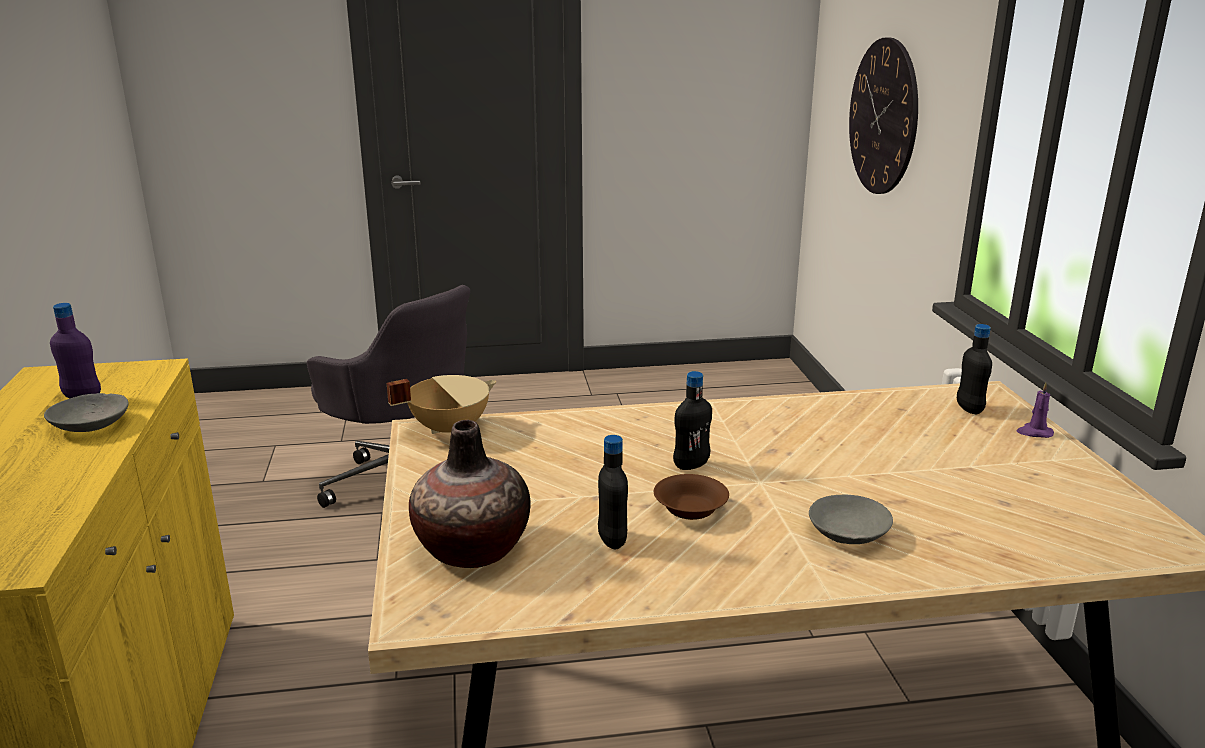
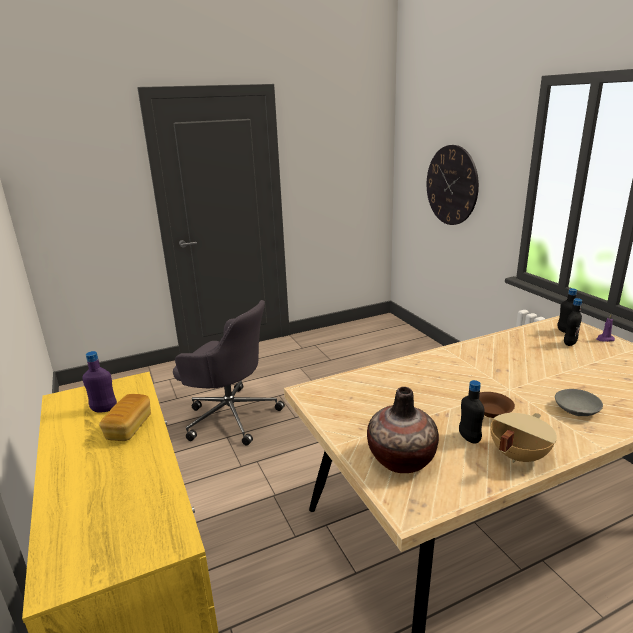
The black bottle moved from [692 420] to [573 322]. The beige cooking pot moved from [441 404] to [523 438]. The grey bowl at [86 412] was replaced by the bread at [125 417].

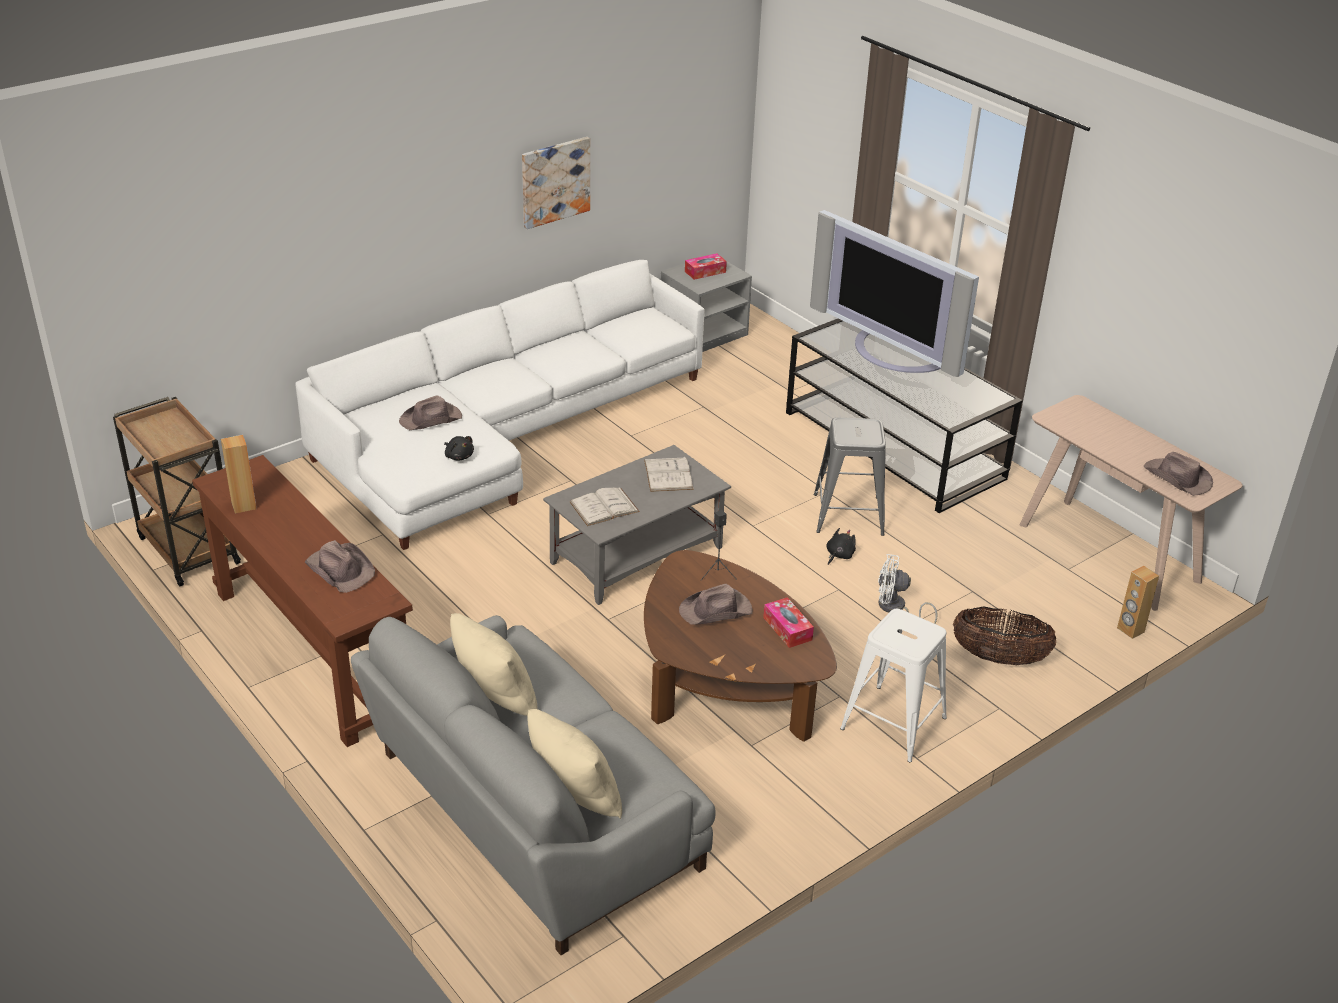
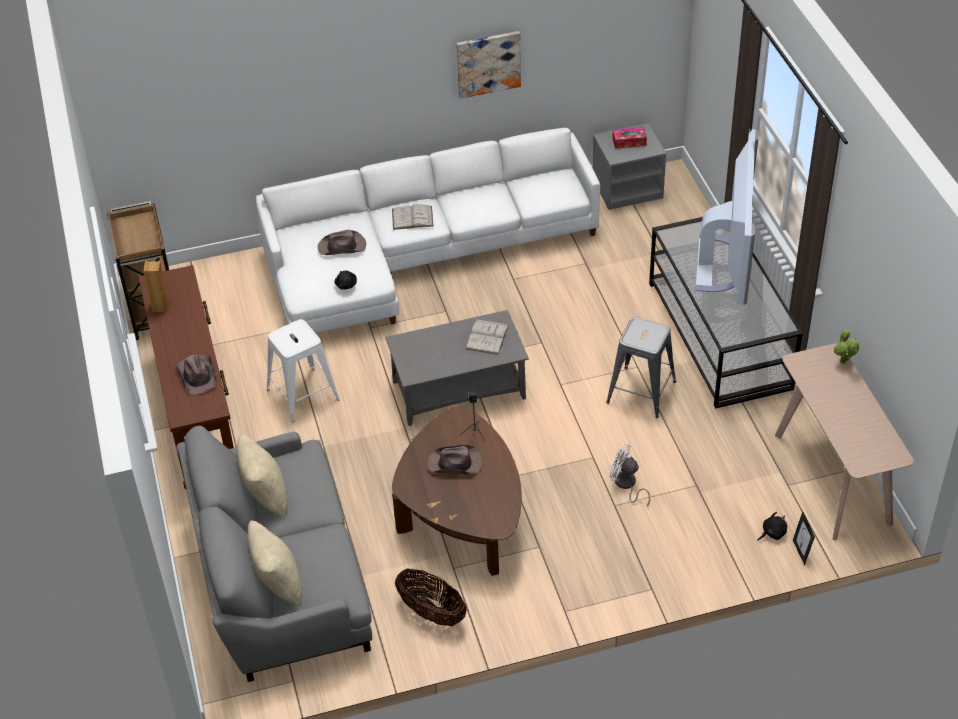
The television at [894 293] turned 150 degrees counterclockwise. The brown hat at [1178 474] disappeared. The white book moved from [605 507] to [412 217]. The black plush toy moved from [841 546] to [772 526]. The brown speaker at [1138 602] was replaced by the picture frame at [804 538]. The tissue box at [788 622] disappeared. The basket moved from [1004 636] to [431 597]. The white stool moved from [893 685] to [303 371]. The potted plant at [846 346] appeared.

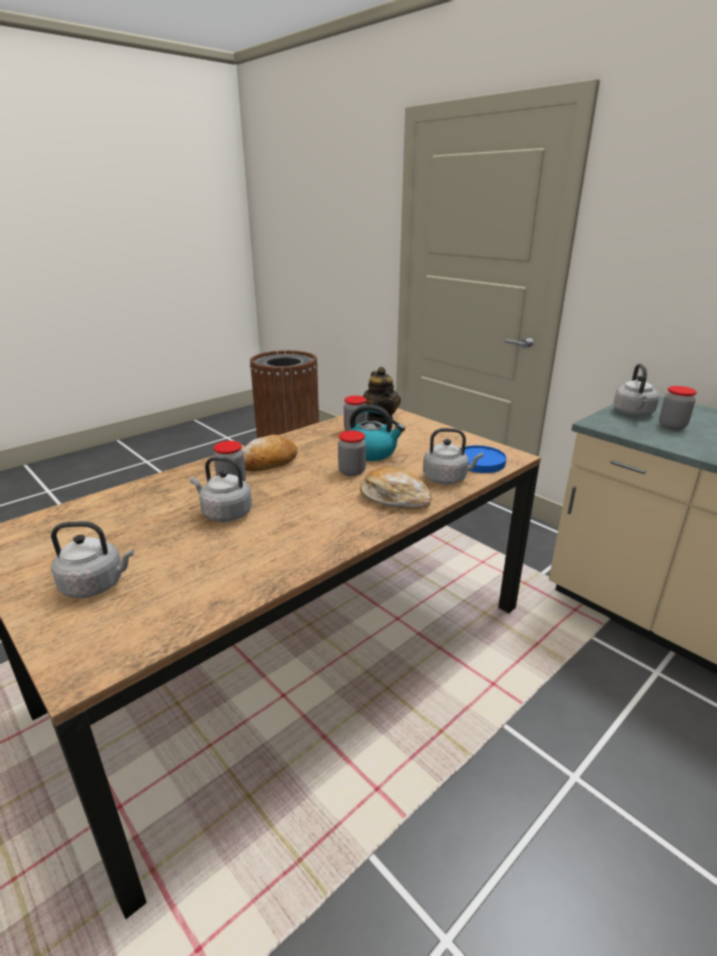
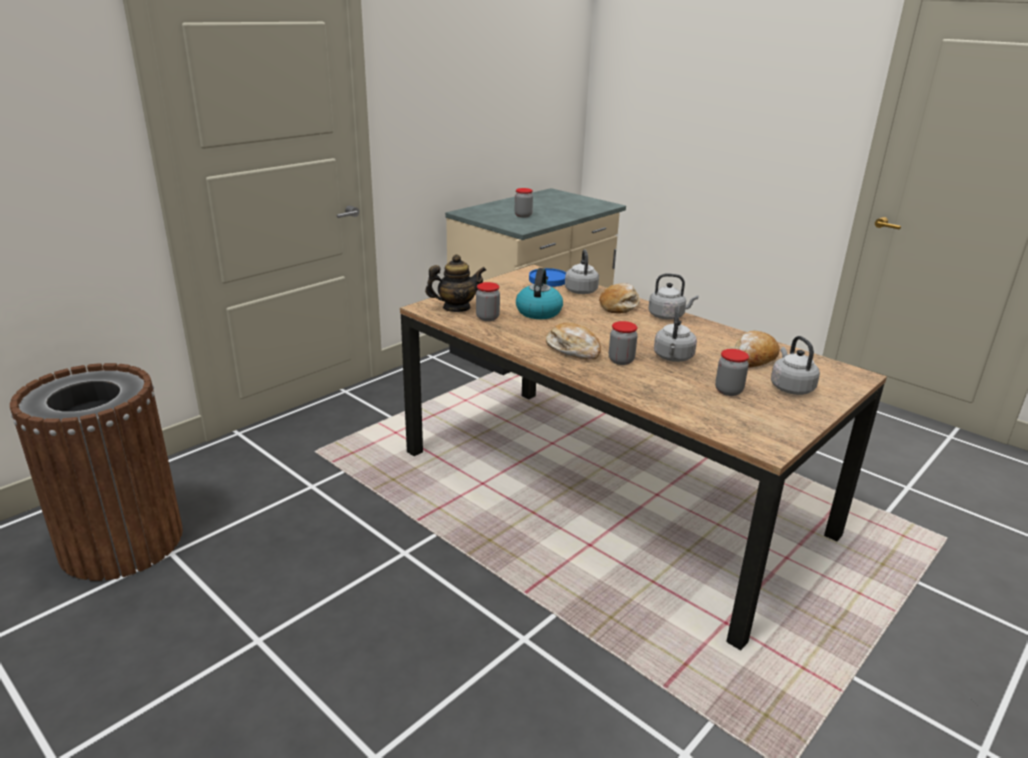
The grey kettle moved from [636 390] to [673 297]. The jar moved from [352 453] to [732 372]. The bread at [755 349] appeared.

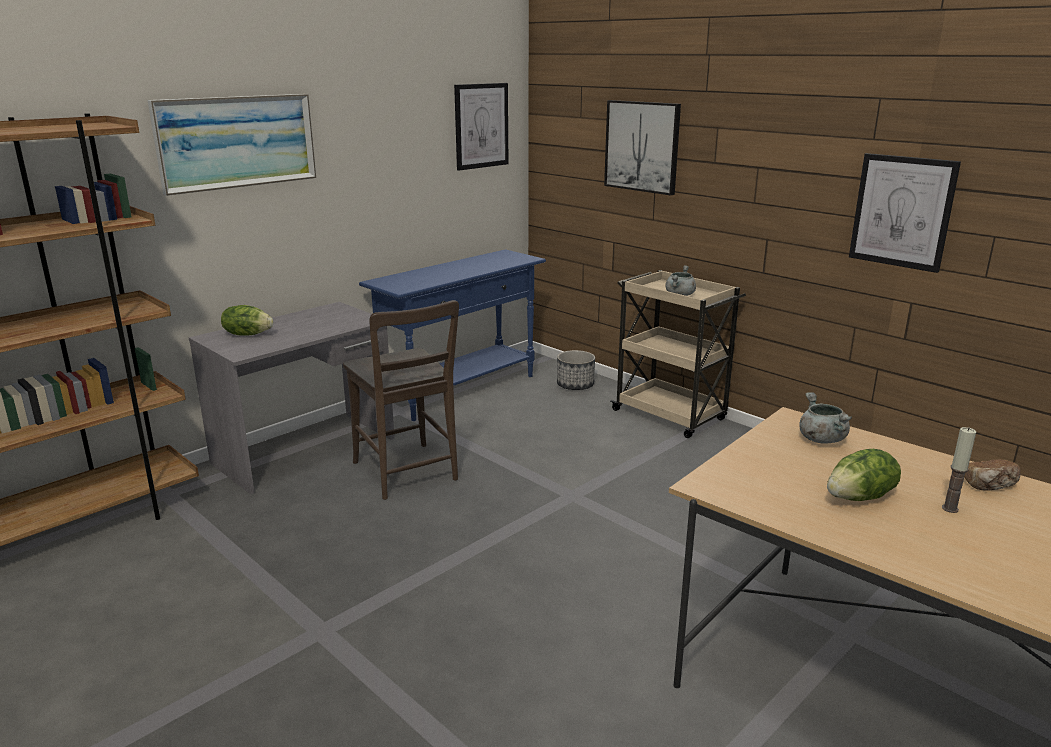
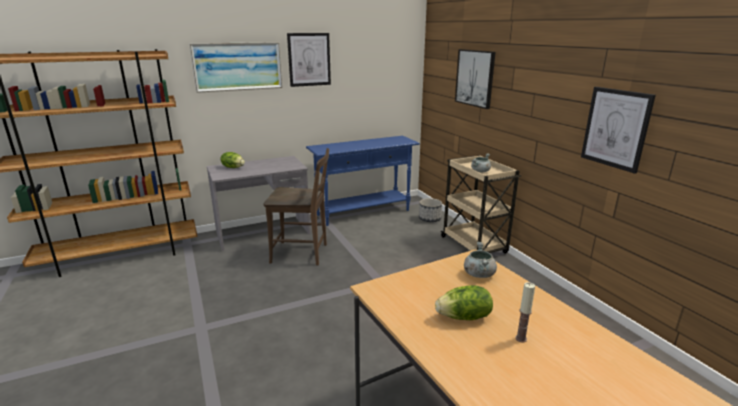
The picture moved from [481 127] to [309 60]. The brown chair at [401 400] turned 75 degrees counterclockwise. The bread at [992 475] disappeared.

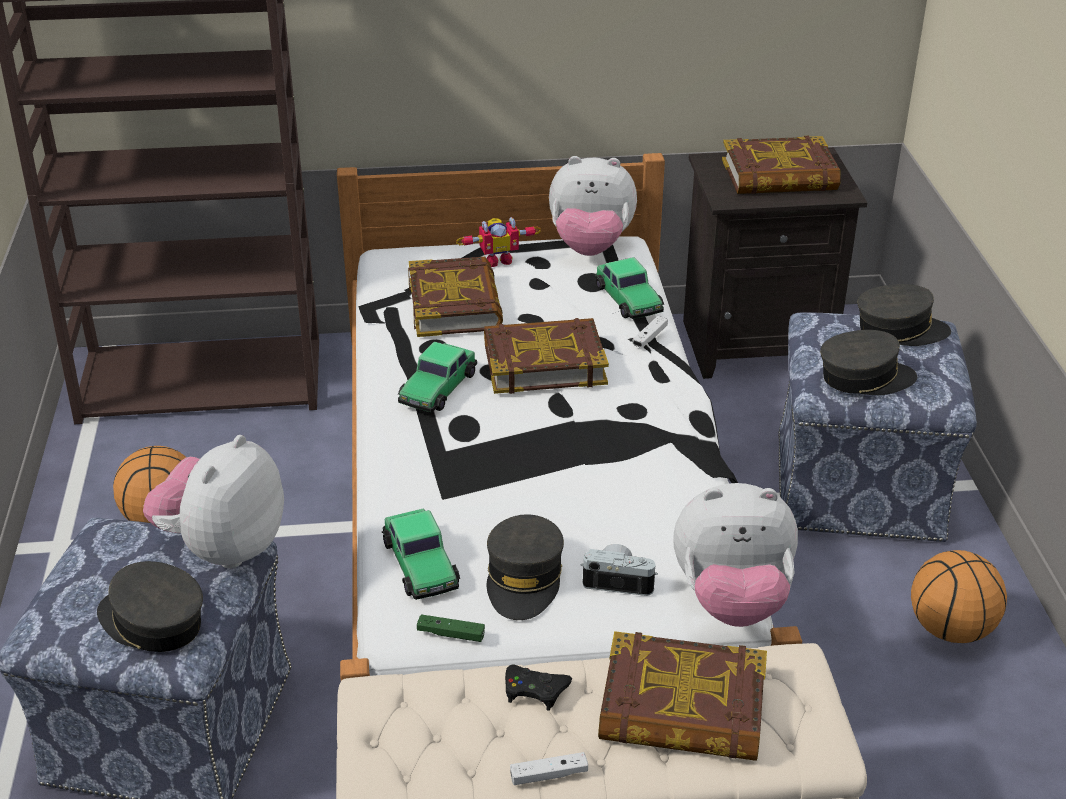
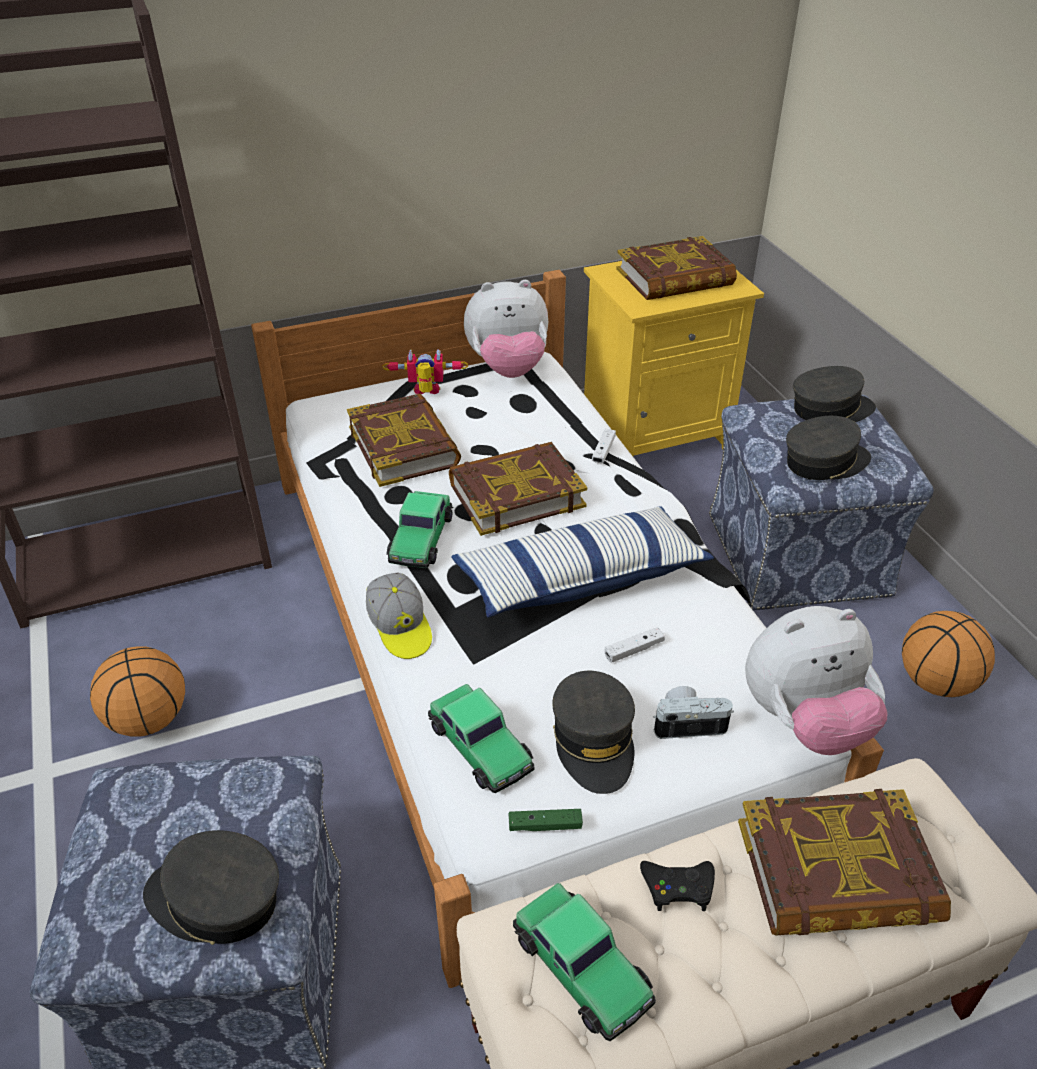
The black nightstand at [775 263] became the yellow nightstand at [674 358]. The toy robot at [498 242] turned 150 degrees counterclockwise. The toy car moved from [629 288] to [584 962]. The plush toy at [213 501] disappeared. The white game controller moved from [549 768] to [635 645]. The pillow at [582 562] appeared. The cap at [399 616] appeared.

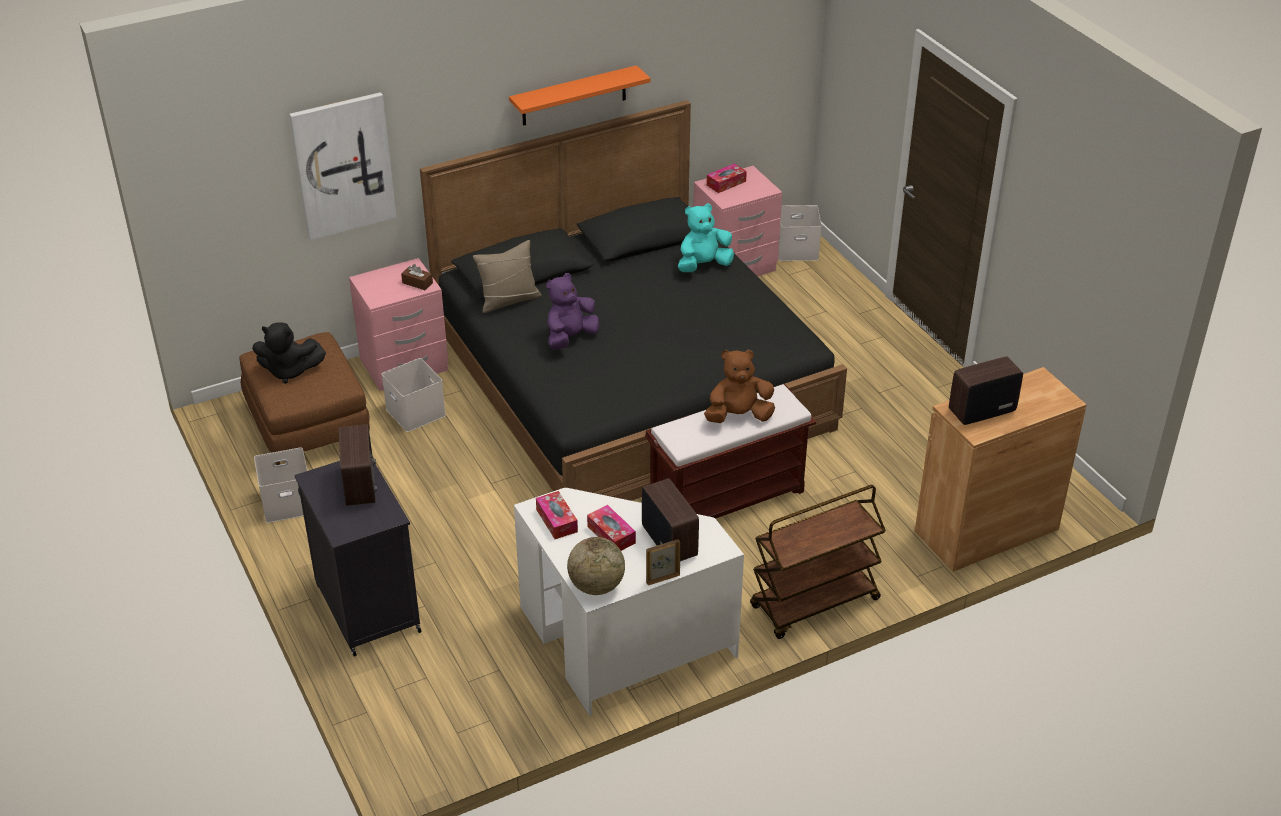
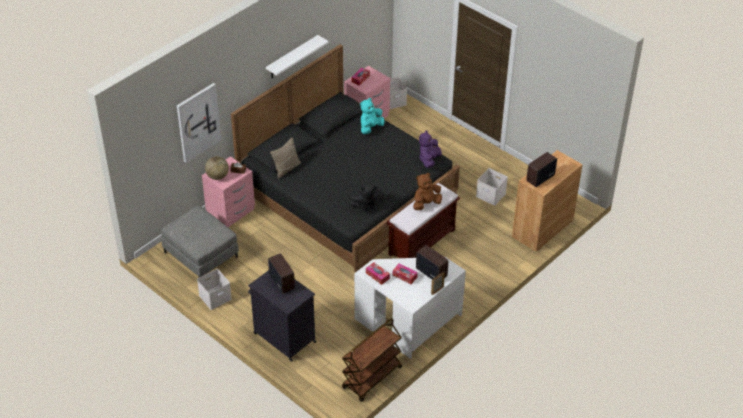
The orange shelf at [579 95] became the white shelf at [297 57]. The purple plush toy moved from [573 311] to [430 149]. The black plush toy moved from [289 353] to [367 198]. The brown ottoman at [304 398] became the grey ottoman at [200 241]. The white storage box moved from [414 395] to [492 187]. The brown cart moved from [818 562] to [372 360]. The globe moved from [596 566] to [217 168].

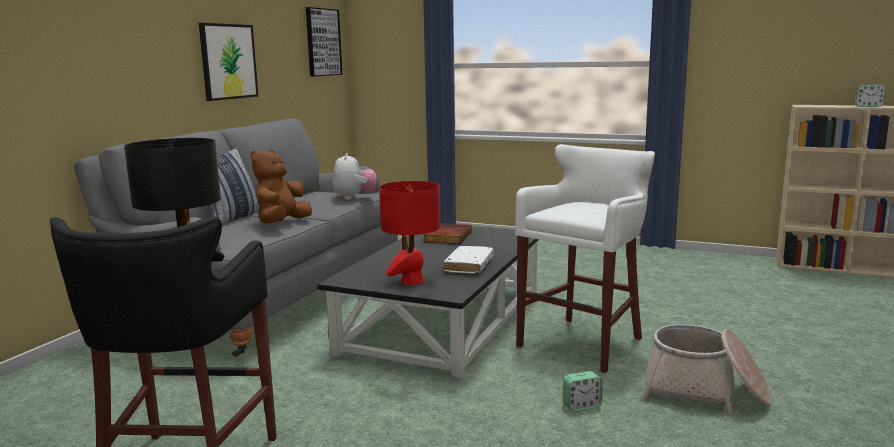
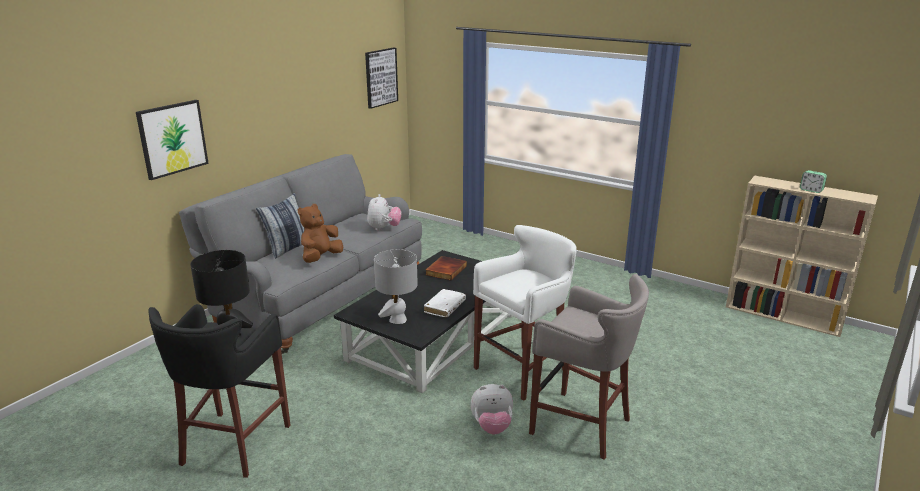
The picture moved from [228 62] to [172 140]. The red table lamp at [409 233] became the grey table lamp at [396 286]. The basket at [706 369] was replaced by the grey stool at [589 367]. The alarm clock at [583 391] was replaced by the plush toy at [491 409].

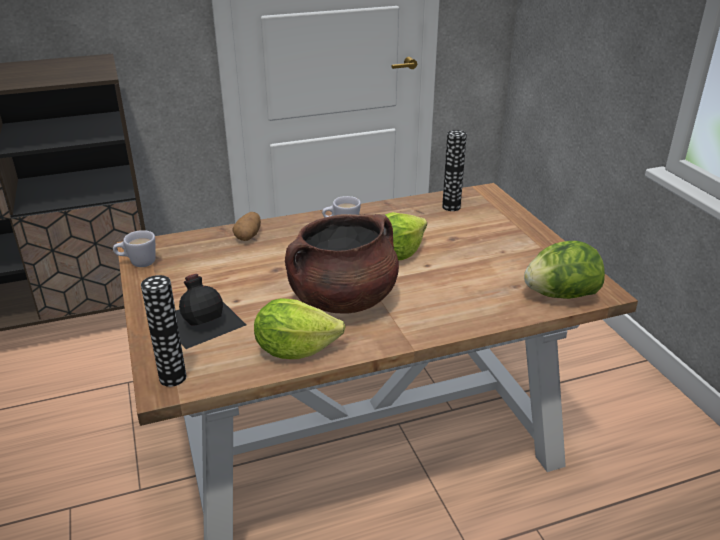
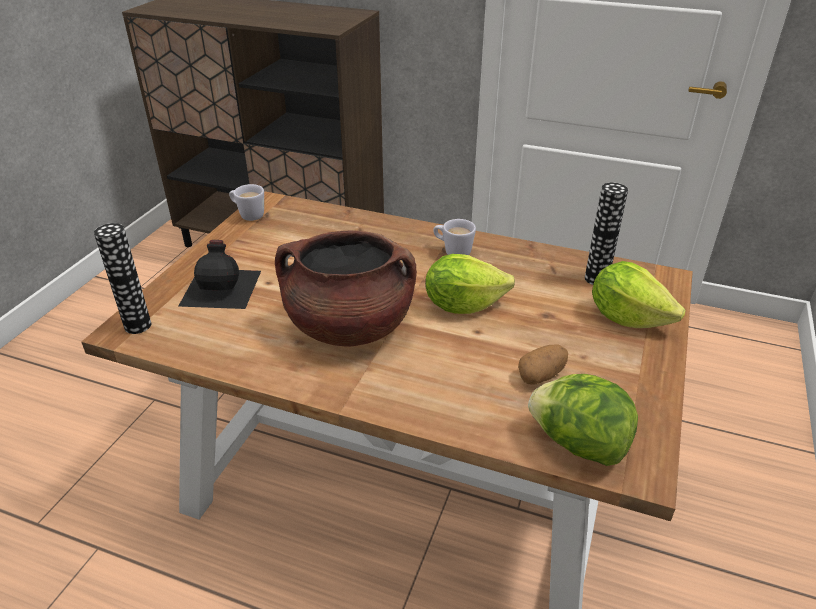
The potato moved from [246 226] to [543 364]. The lettuce moved from [299 328] to [638 294].

